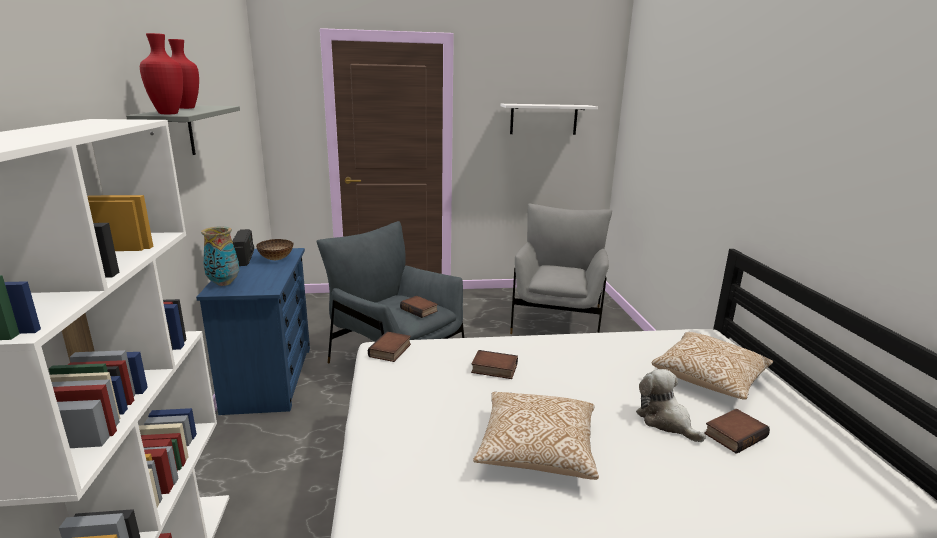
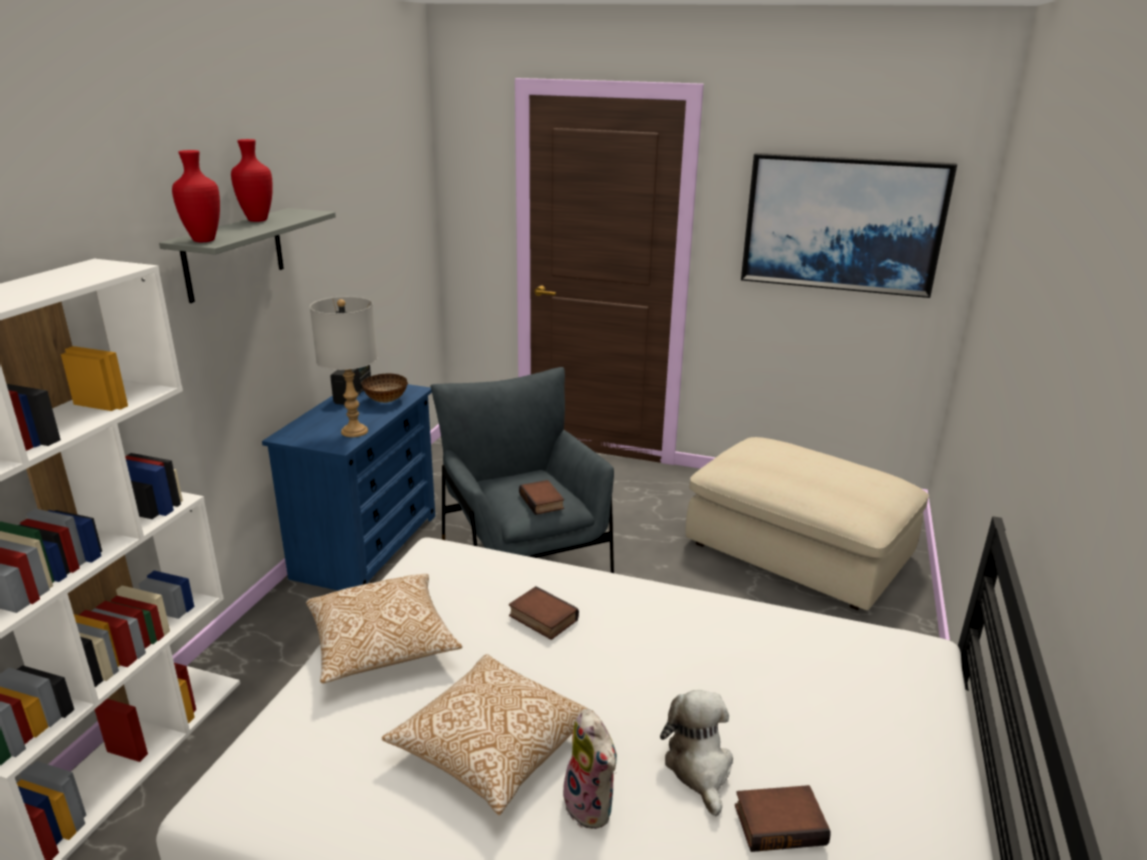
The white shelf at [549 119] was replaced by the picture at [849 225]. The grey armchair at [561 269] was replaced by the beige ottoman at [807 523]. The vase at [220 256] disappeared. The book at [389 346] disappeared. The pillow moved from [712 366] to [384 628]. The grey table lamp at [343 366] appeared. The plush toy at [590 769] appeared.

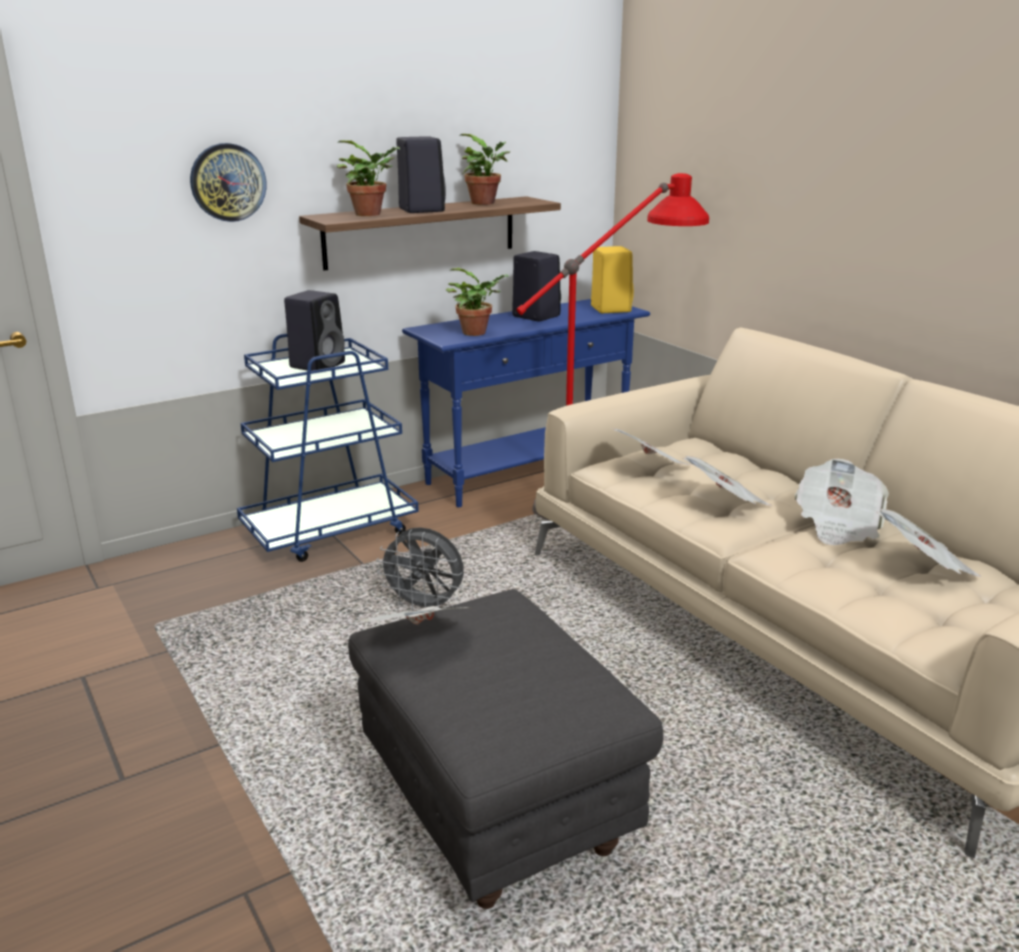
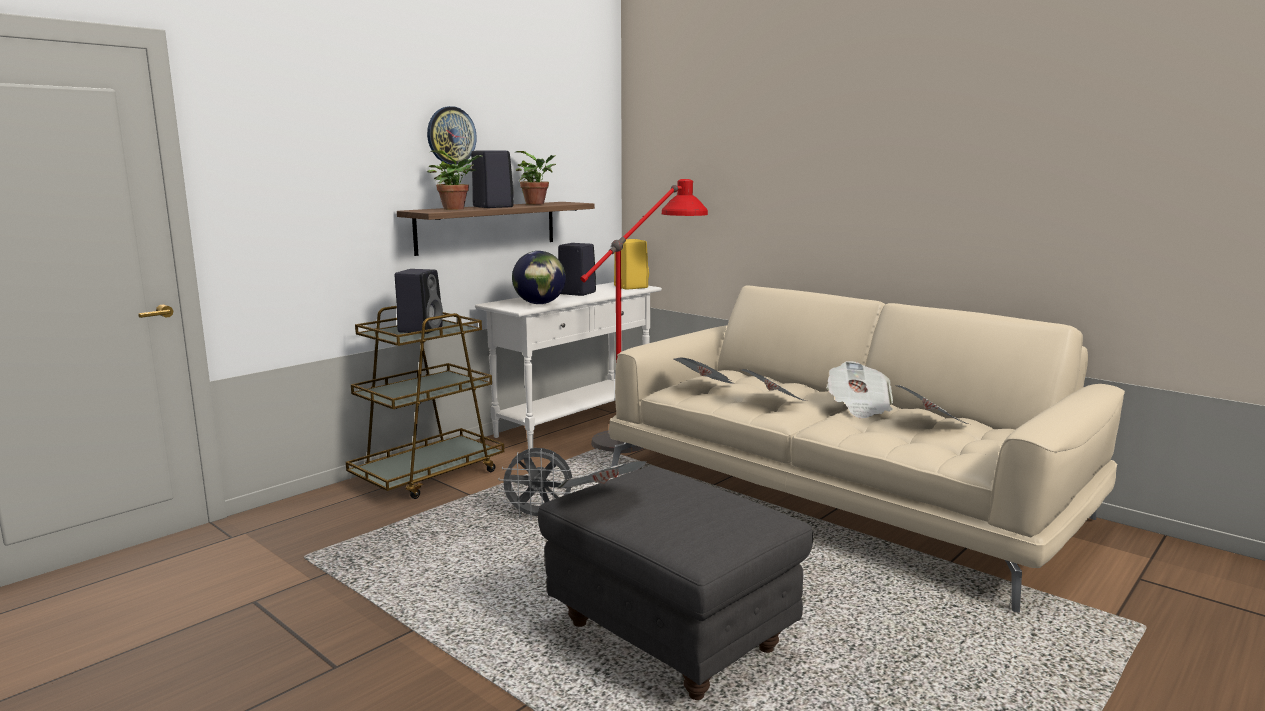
The wall clock moved from [228 182] to [452 135]. The potted plant at [477 302] was replaced by the globe at [539 277]. The blue console table at [526 403] became the white console table at [568 365]. The blue cart at [328 447] became the brown cart at [425 402].

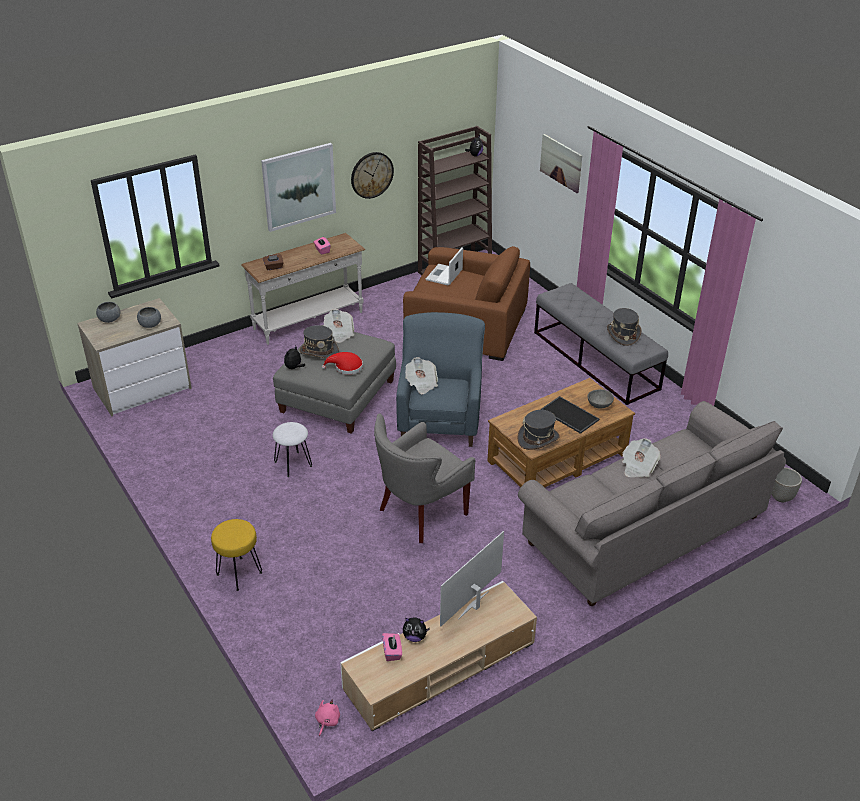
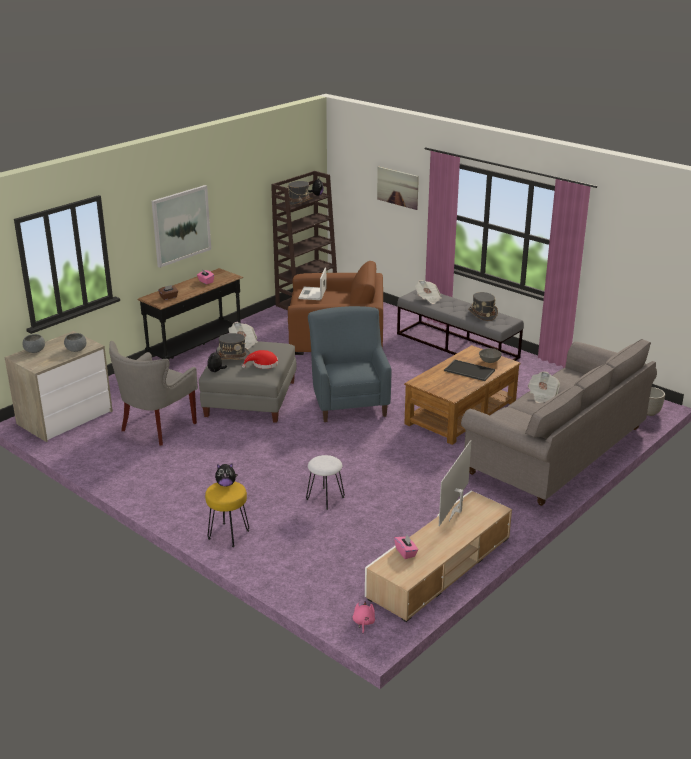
The wall clock at [372 175] disappeared. The white console table at [303 289] became the black console table at [190 314]. The newspaper moved from [421 376] to [428 292]. The grey hat moved from [538 430] to [300 193]. The grey armchair moved from [424 478] to [153 393]. The white stool moved from [292 449] to [325 482]. The plush toy moved from [416 629] to [226 475].

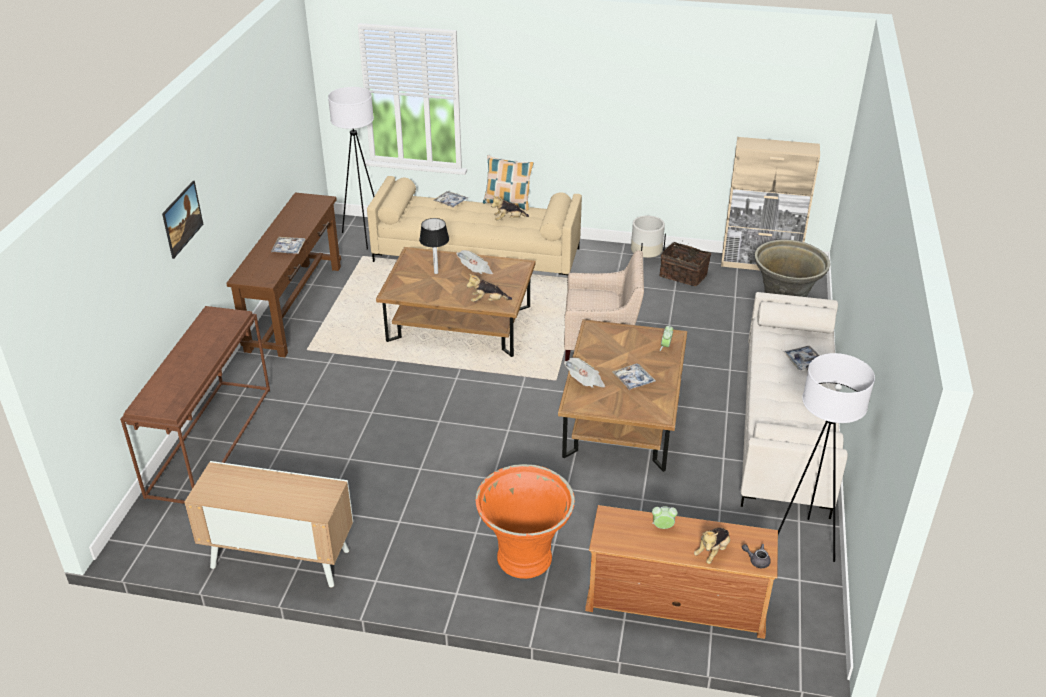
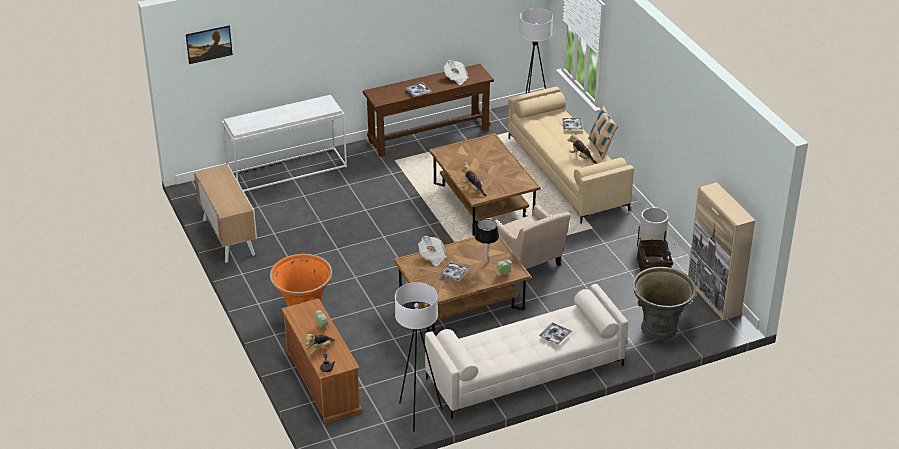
The picture moved from [182 220] to [209 44]. The table lamp moved from [434 246] to [487 241]. The newspaper moved from [474 262] to [456 72]. The brown console table at [195 405] became the white console table at [284 143]. The plush toy at [712 546] turned 45 degrees counterclockwise.

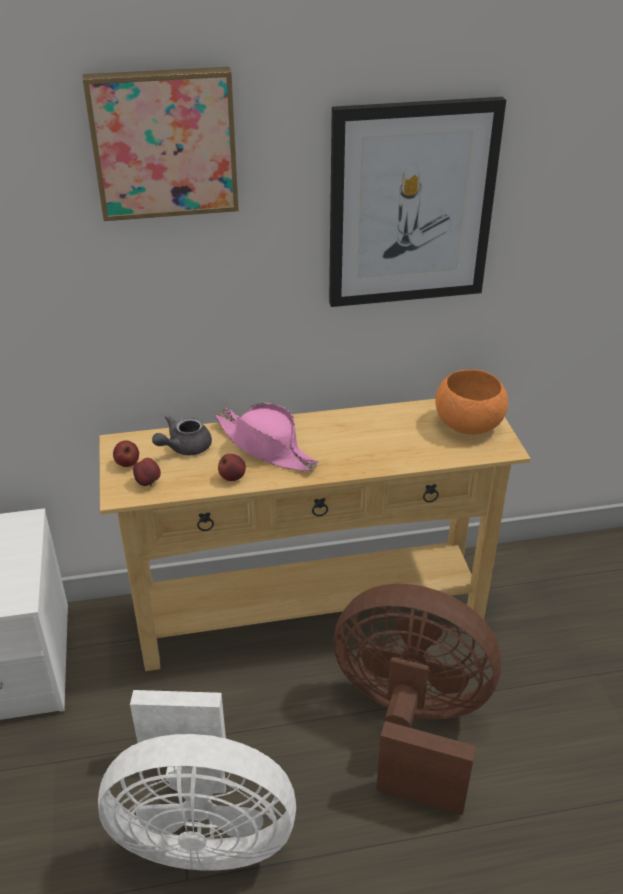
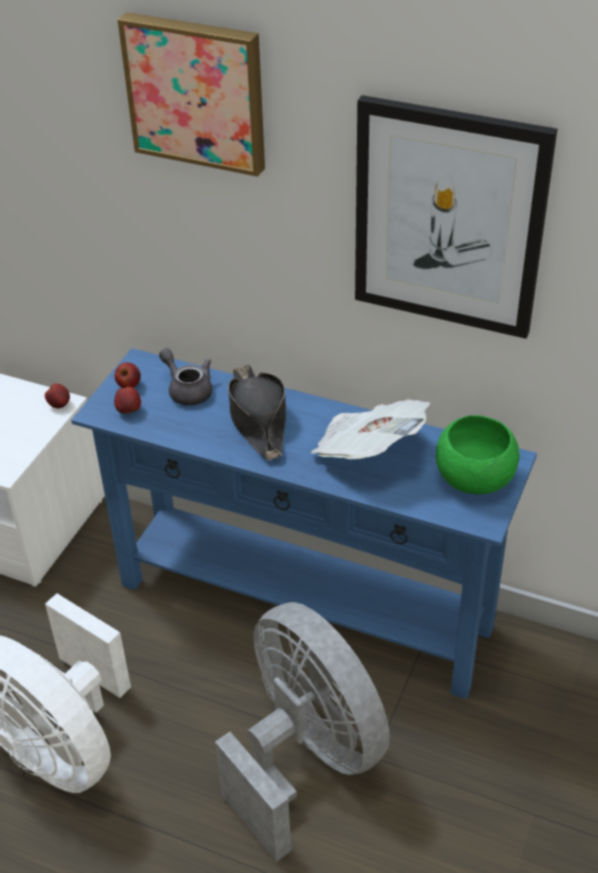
The orange bowl at [472 402] became the green bowl at [477 454]. The beige console table at [315 535] became the blue console table at [304 523]. The pink hat at [266 437] became the black hat at [257 412]. The grey teapot at [182 435] turned 60 degrees clockwise. The apple moved from [232 467] to [57 395]. The brown fan at [417 699] became the grey fan at [302 732]. The newspaper at [370 429] appeared.

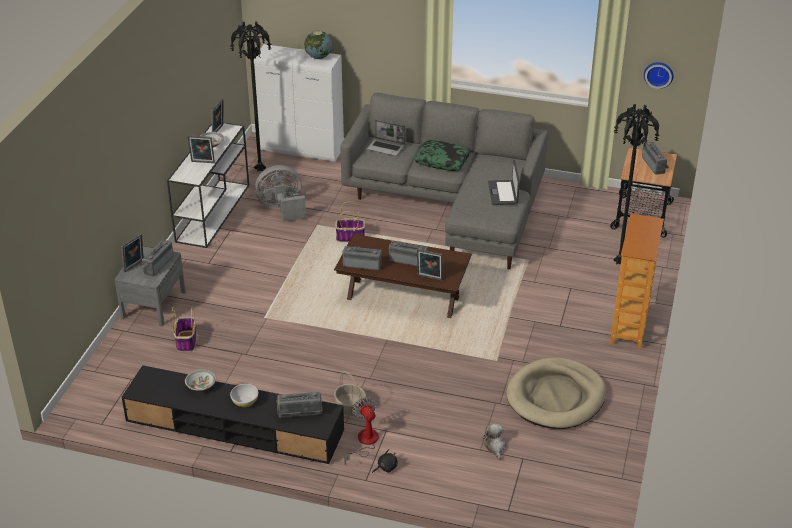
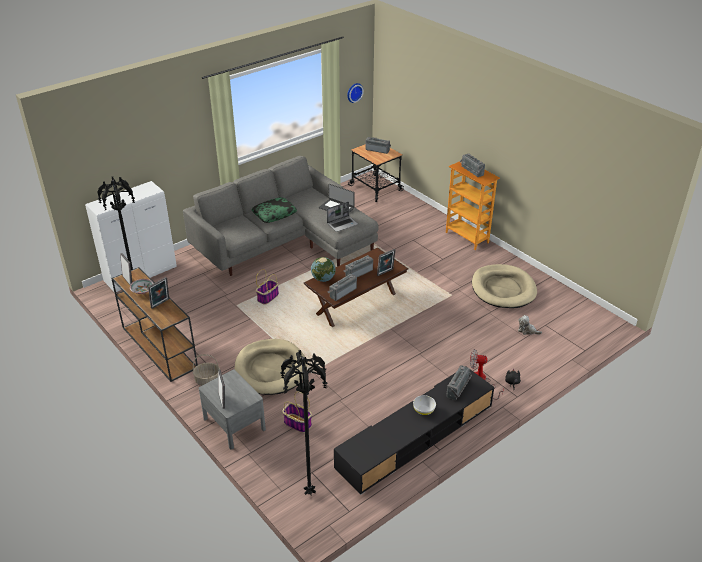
The globe moved from [318 45] to [323 269]. The black floor lamp moved from [637 184] to [304 423]. The laptop moved from [386 138] to [342 216]. The white console table at [208 185] became the brown console table at [154 324]. The grey fan at [280 193] disappeared. The radio moved from [156 257] to [472 165]. The bowl at [200 380] disappeared. The basket moved from [350 393] to [206 370]. The beige dog bed at [270 367] appeared.

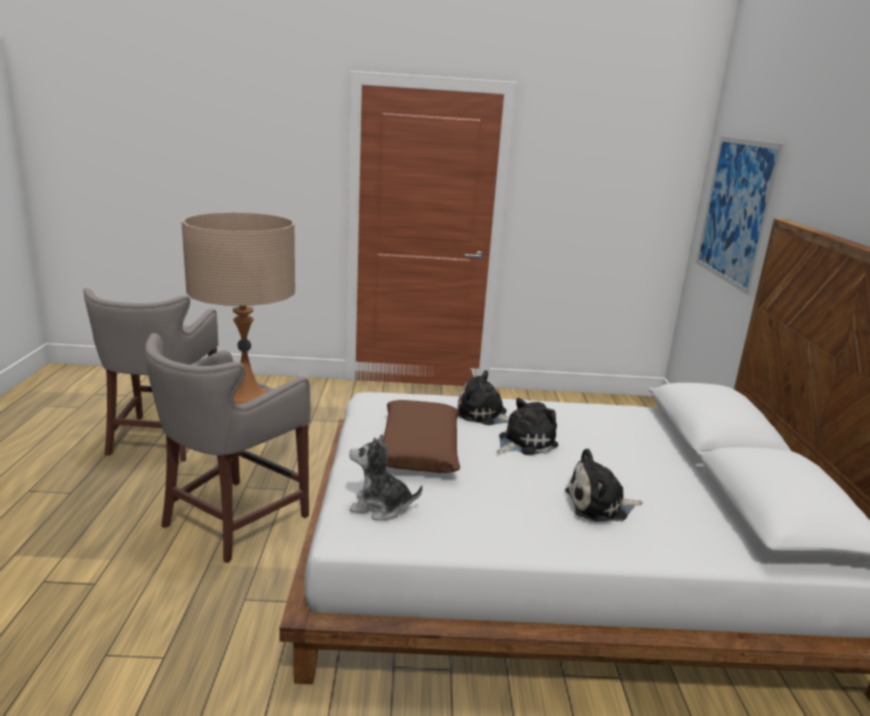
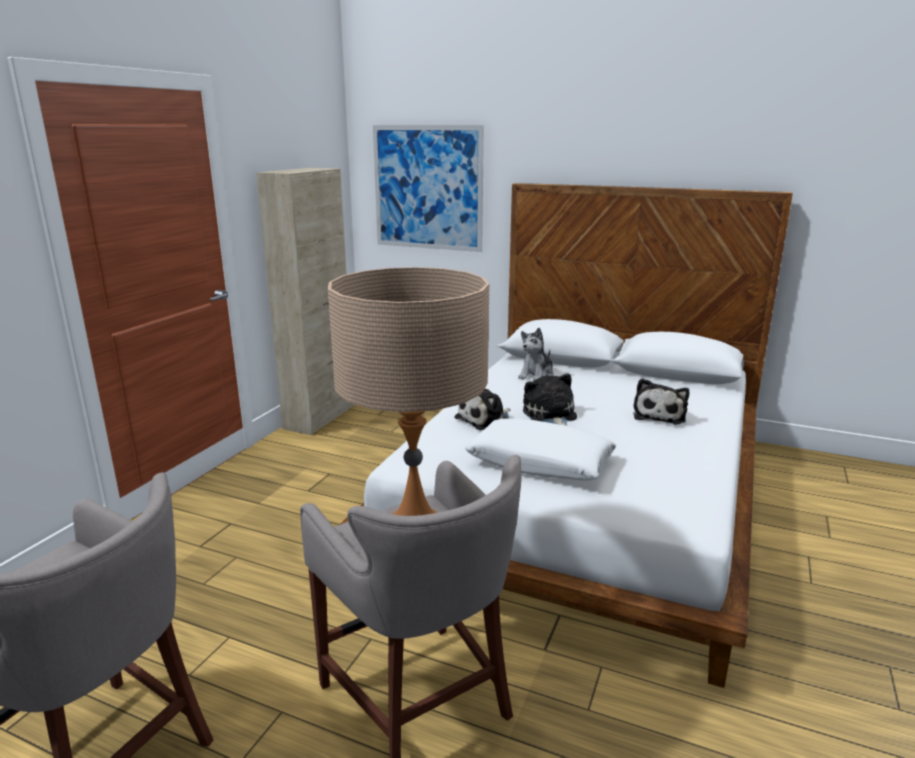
The brown pillow at [421 436] became the white pillow at [540 449]. The plush toy moved from [386 477] to [536 354]. The beige cabinet at [305 301] appeared.

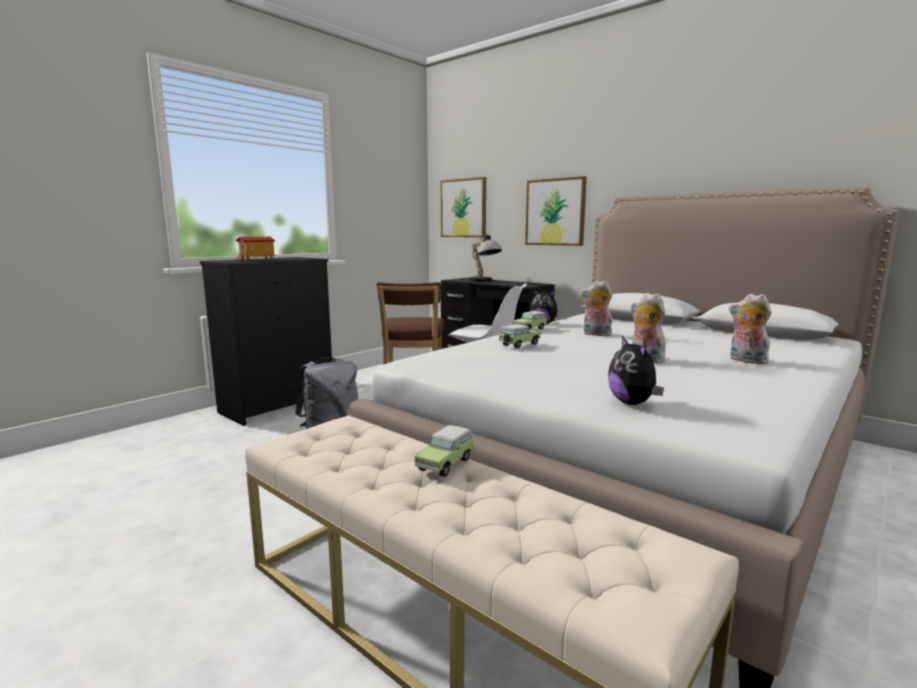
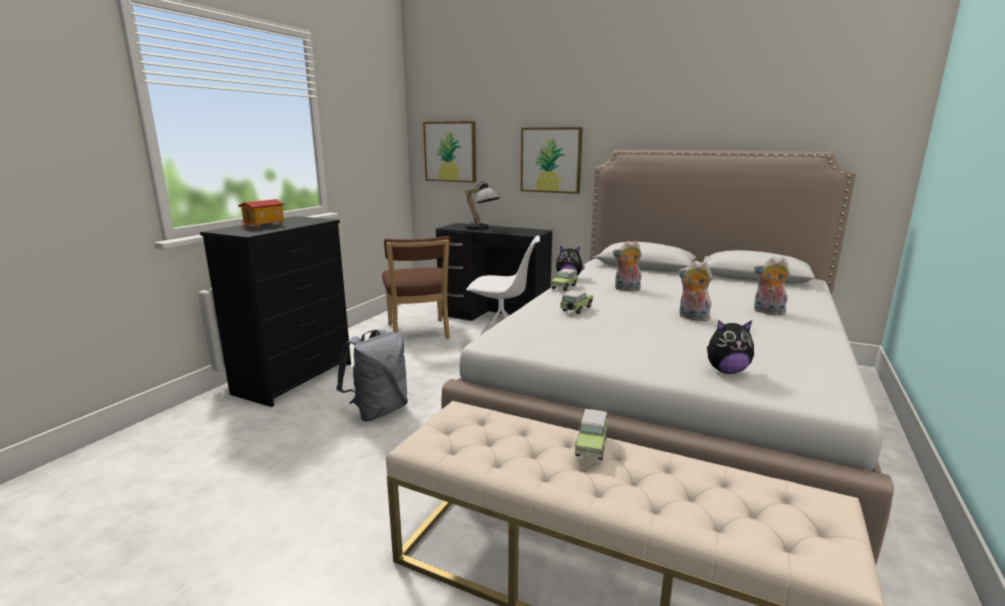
The plush toy at [636 370] turned 60 degrees counterclockwise.

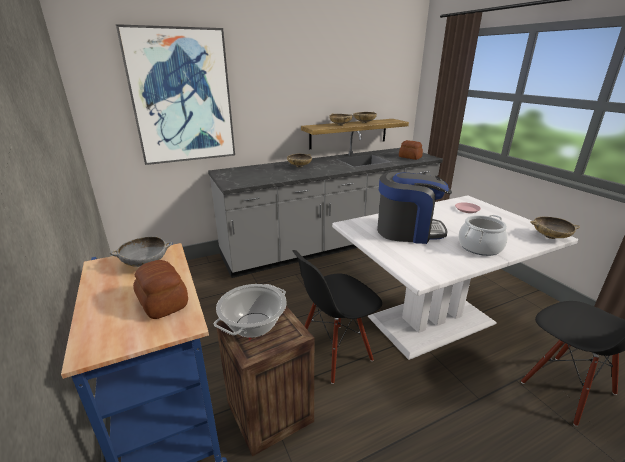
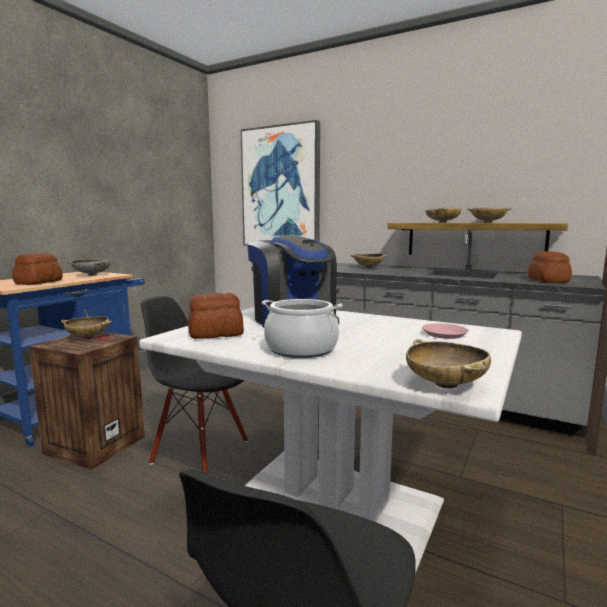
The cooking pot at [250 311] was replaced by the beige bowl at [86 327]. The bread at [216 316] appeared.

